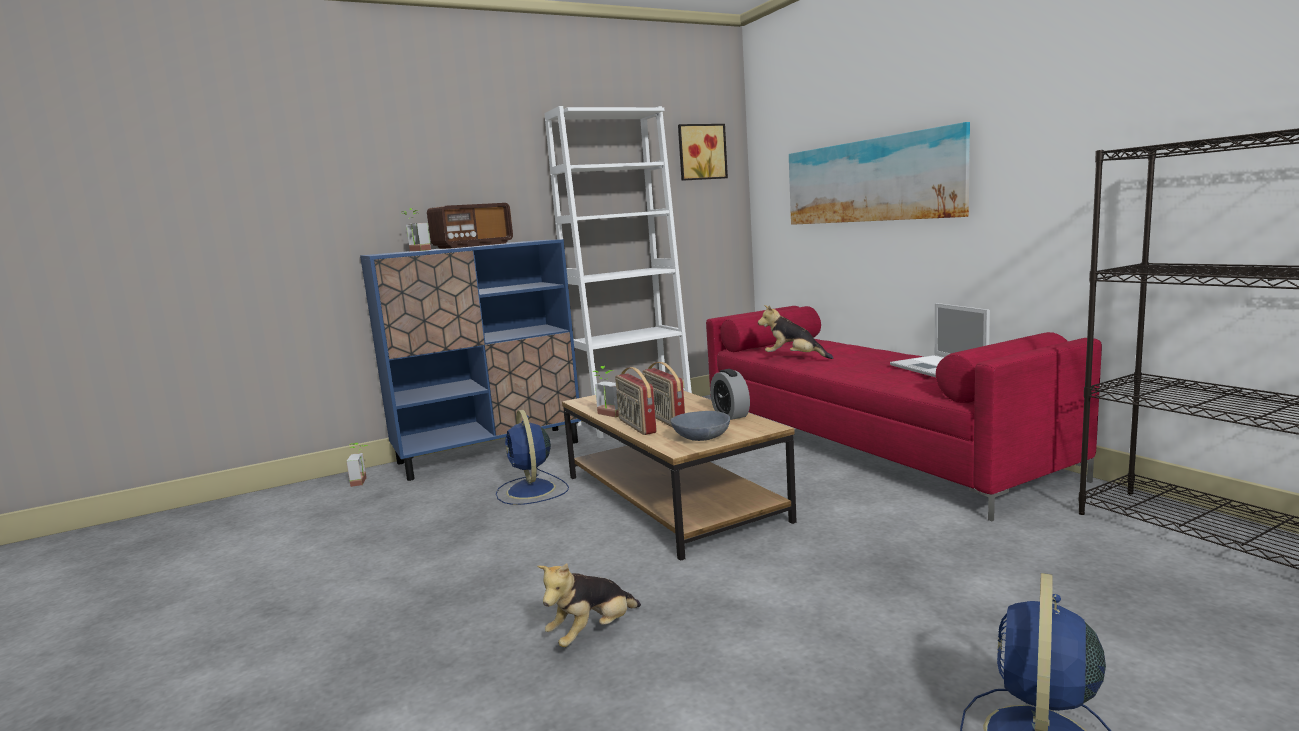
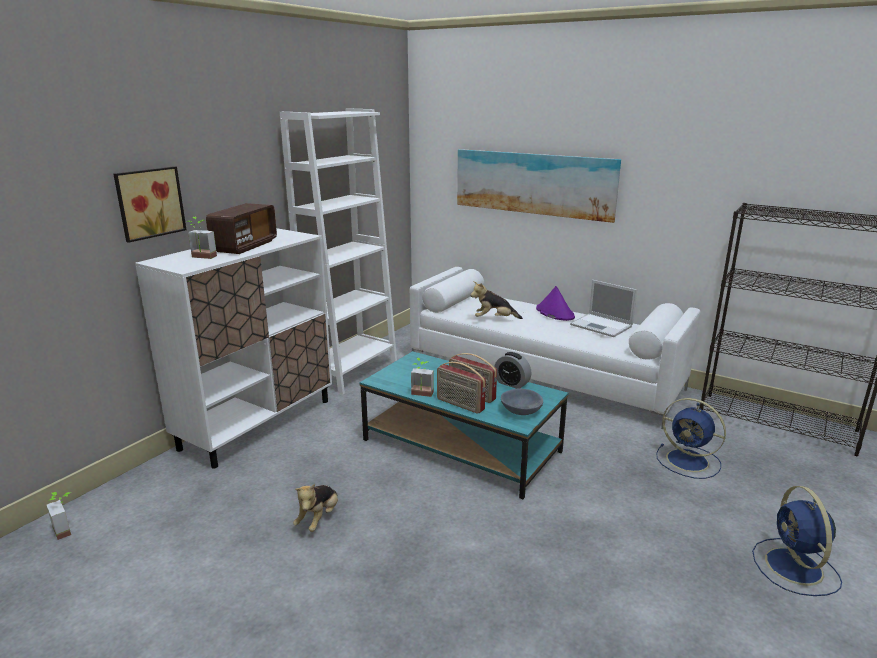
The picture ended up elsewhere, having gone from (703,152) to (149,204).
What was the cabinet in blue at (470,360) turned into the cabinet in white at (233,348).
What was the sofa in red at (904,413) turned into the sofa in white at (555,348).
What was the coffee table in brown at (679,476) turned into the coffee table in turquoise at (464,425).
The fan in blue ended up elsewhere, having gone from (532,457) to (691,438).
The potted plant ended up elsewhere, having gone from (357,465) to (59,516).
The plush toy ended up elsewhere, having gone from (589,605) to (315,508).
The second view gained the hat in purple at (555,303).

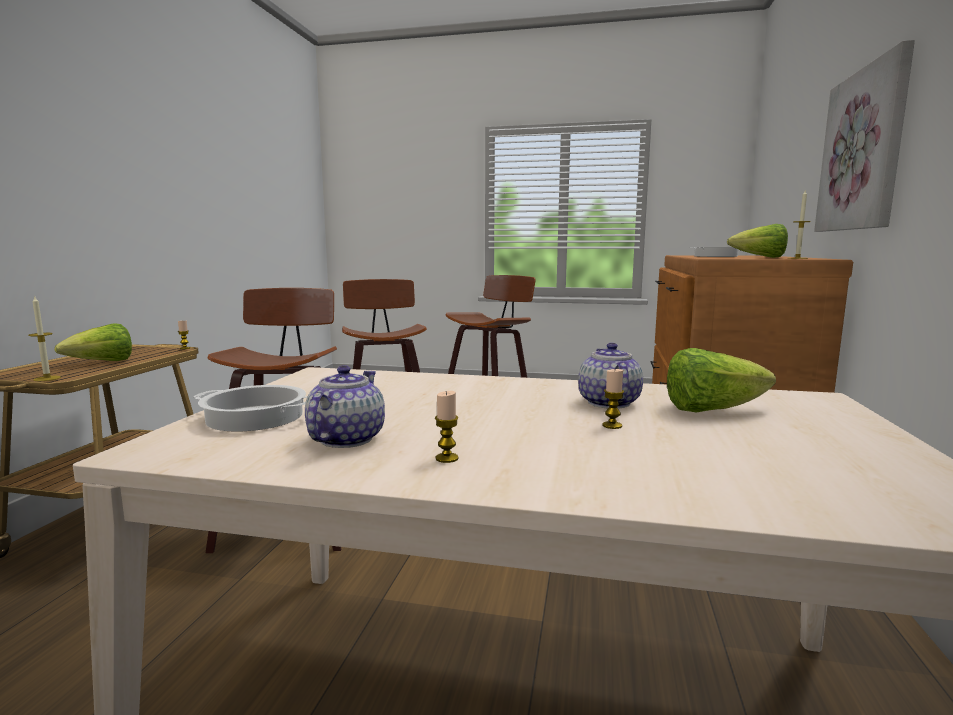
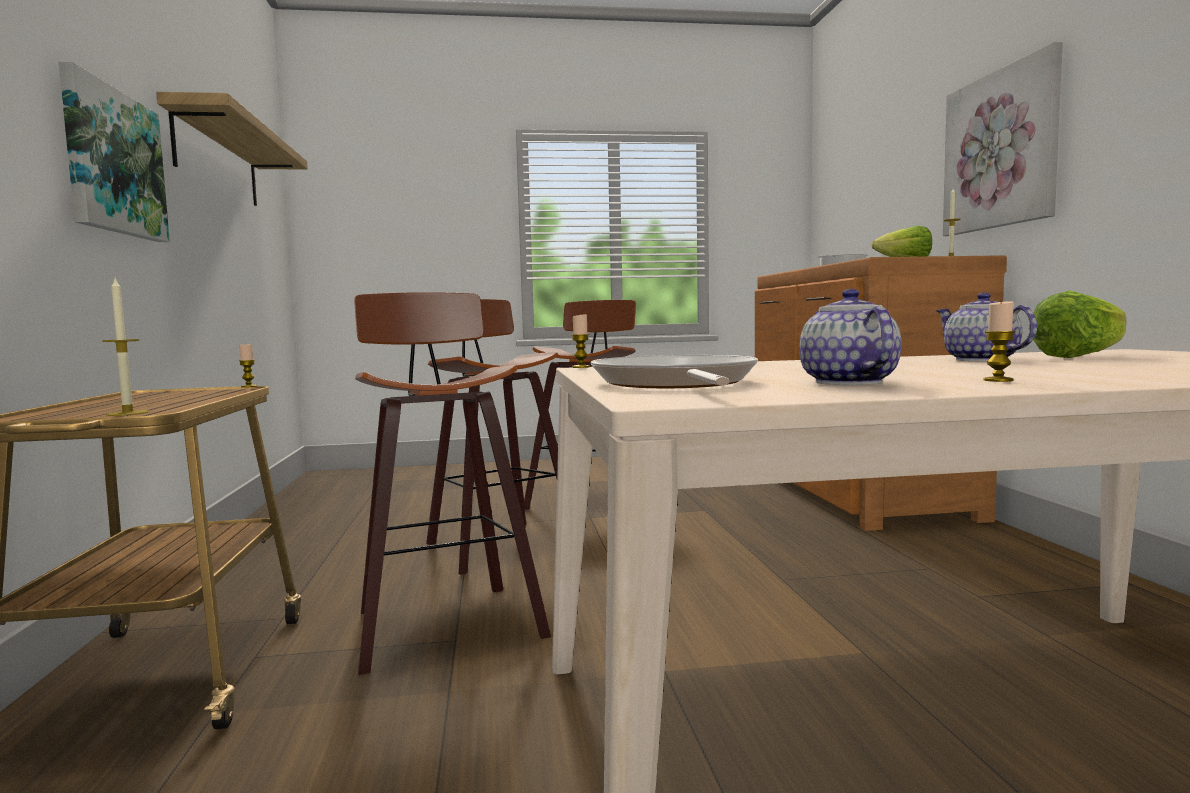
The second view lost the lettuce at (93,342).
The candle ended up elsewhere, having gone from (613,399) to (580,341).
Where the cooking pot stood at (250,408), the frying pan came to stand at (674,371).
The second view gained the picture at (114,152).
The second view gained the shelf at (232,149).

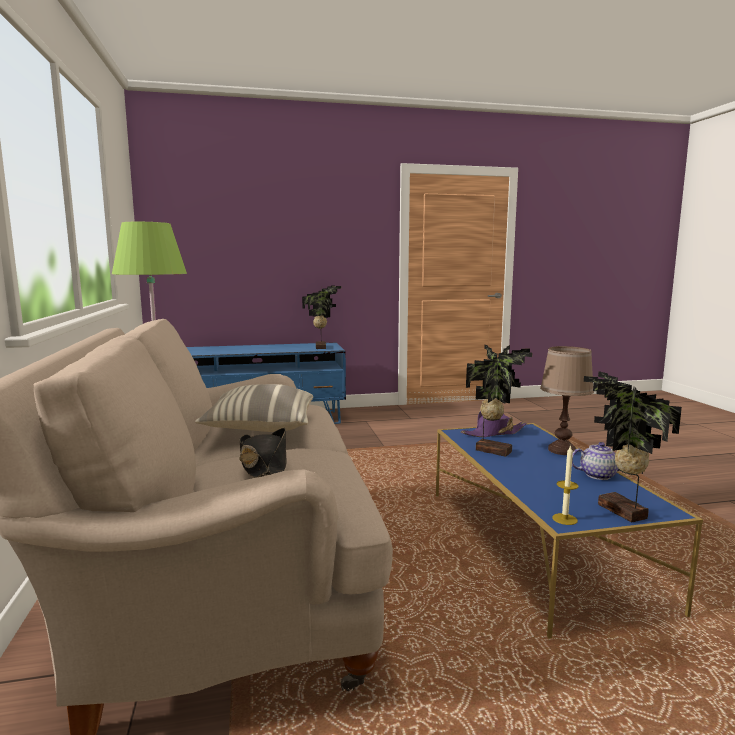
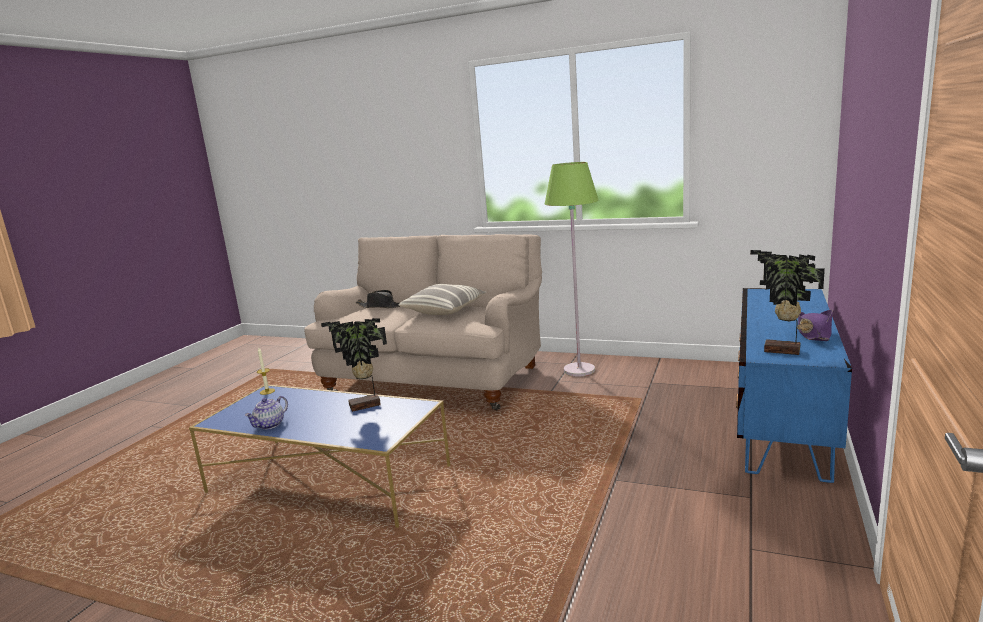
The second view lost the table lamp in brown at (567,400).
The second view lost the potted plant at (633,446).
The hat in purple ended up elsewhere, having gone from (494,424) to (815,325).

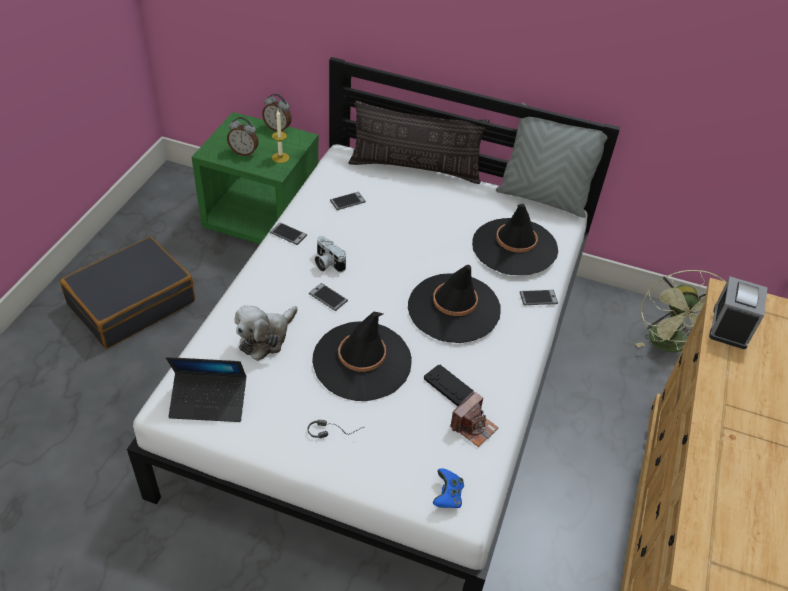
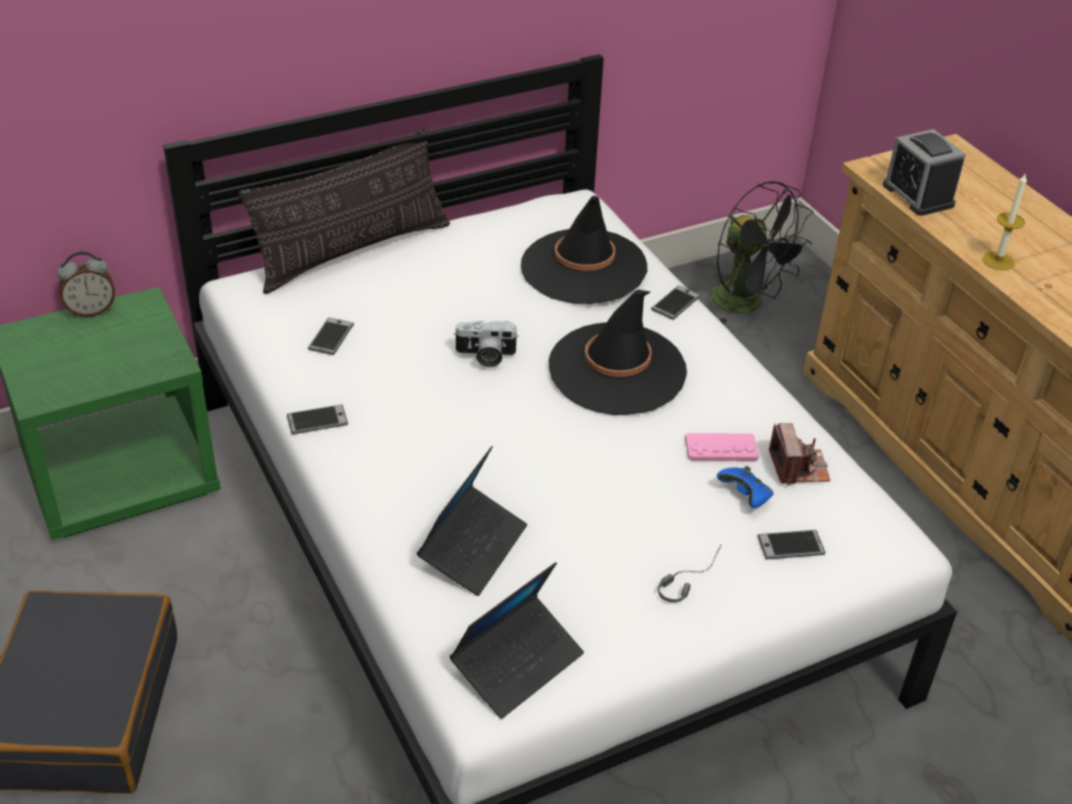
The second view lost the pillow in grey at (552,160).
The candle ended up elsewhere, having gone from (280,136) to (1005,221).
The second view lost the alarm clock at (243,136).
The photo camera ended up elsewhere, having gone from (330,254) to (486,343).
What was the fan in green at (680,311) turned into the fan in black at (761,253).
The phone ended up elsewhere, having gone from (328,297) to (791,544).
Where the plush toy stood at (265,333), the laptop came to stand at (472,521).
The second view lost the hat in black at (362,356).
What was the game controller in black at (449,385) turned into the game controller in pink at (722,447).
The game controller in blue ended up elsewhere, having gone from (448,488) to (745,487).

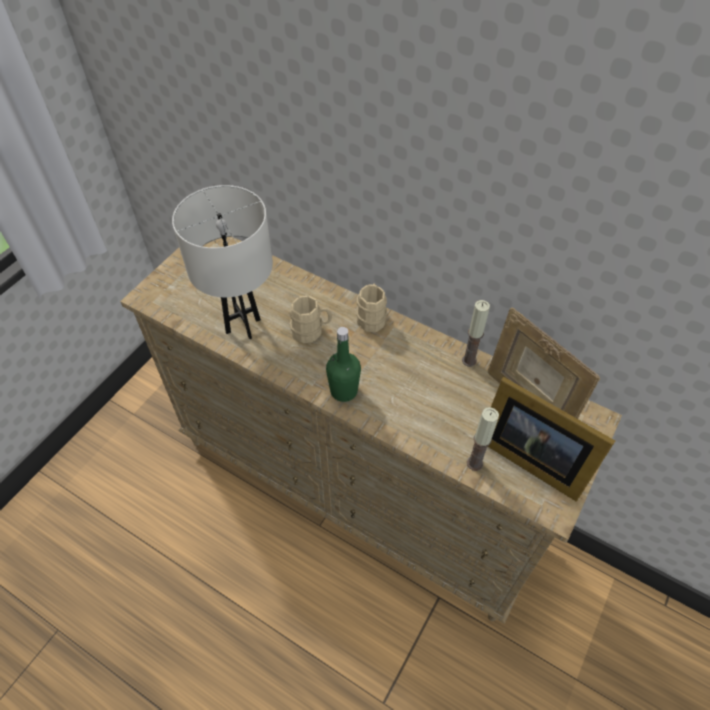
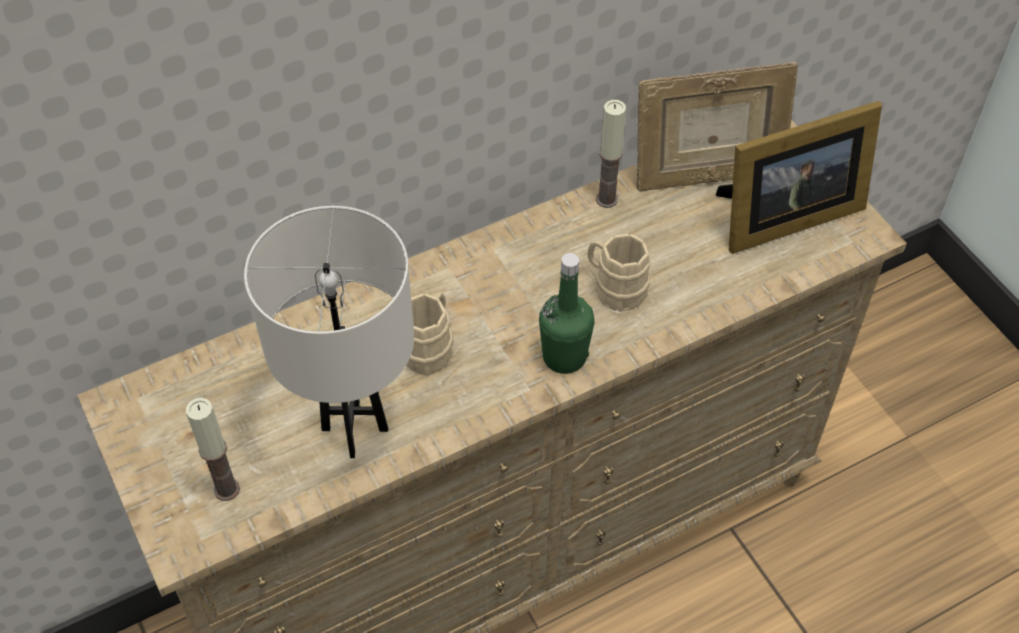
The mug in beige ended up elsewhere, having gone from (371,307) to (618,272).
The candle ended up elsewhere, having gone from (483,439) to (213,449).

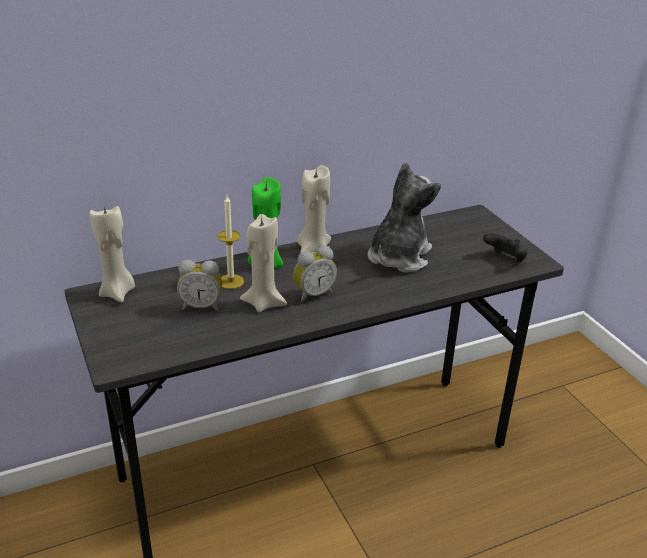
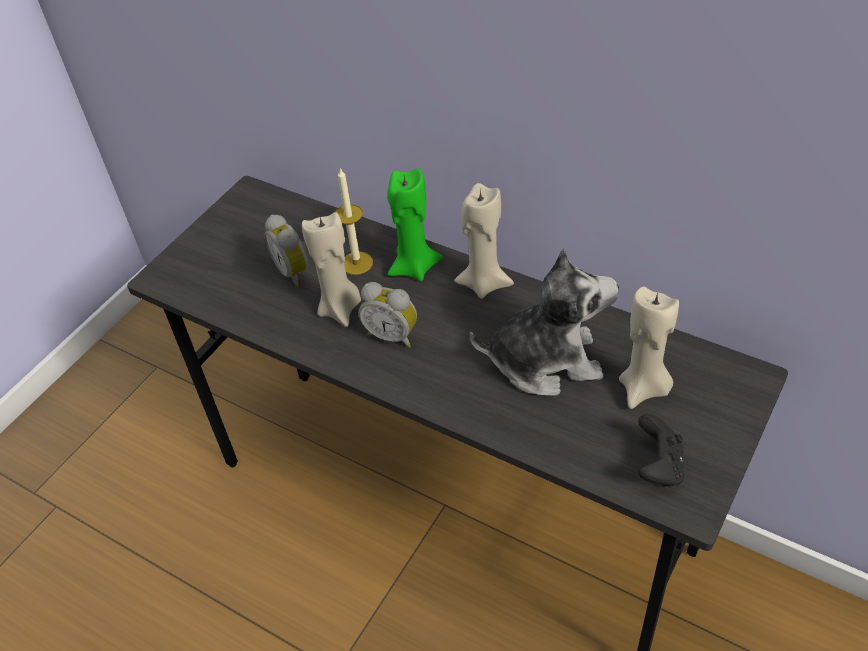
The candle in beige ended up elsewhere, having gone from (112,254) to (649,347).

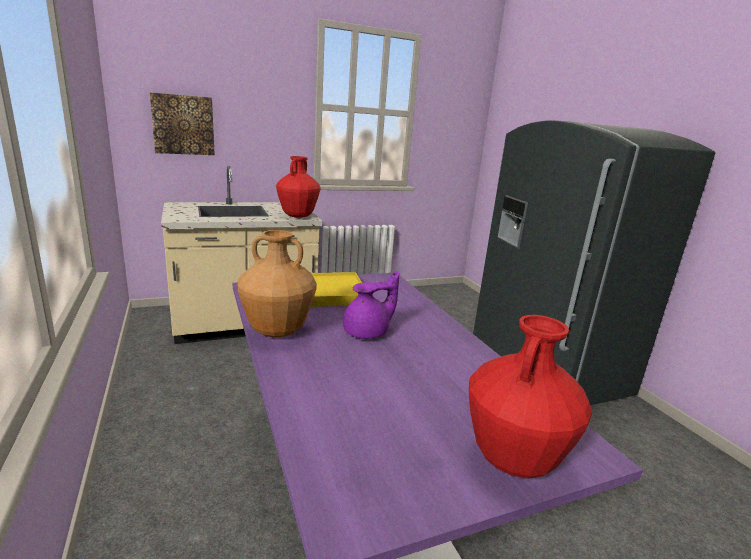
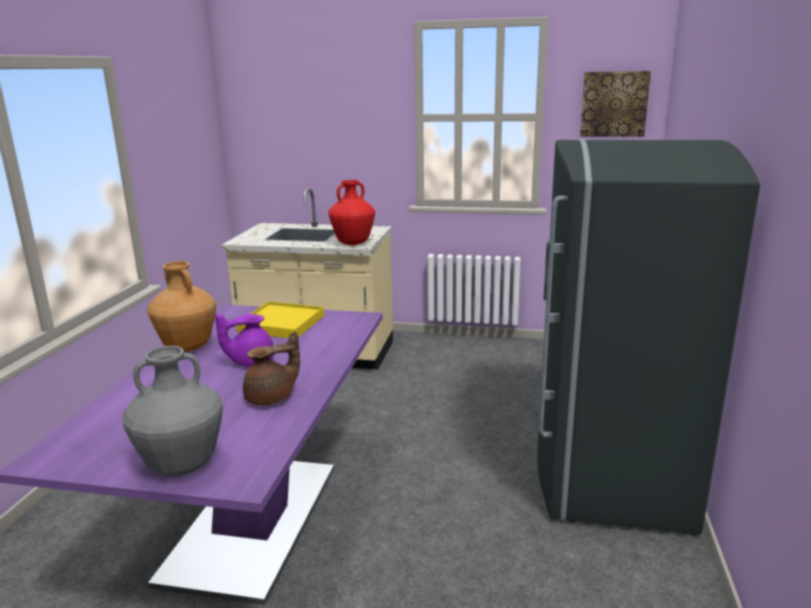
The picture ended up elsewhere, having gone from (182,124) to (615,104).
The teapot in purple at (371,305) ended up facing another way, 150 degrees clockwise from before.
What was the vase in red at (530,396) turned into the vase in grey at (173,411).
The second view gained the teapot in brown at (271,368).

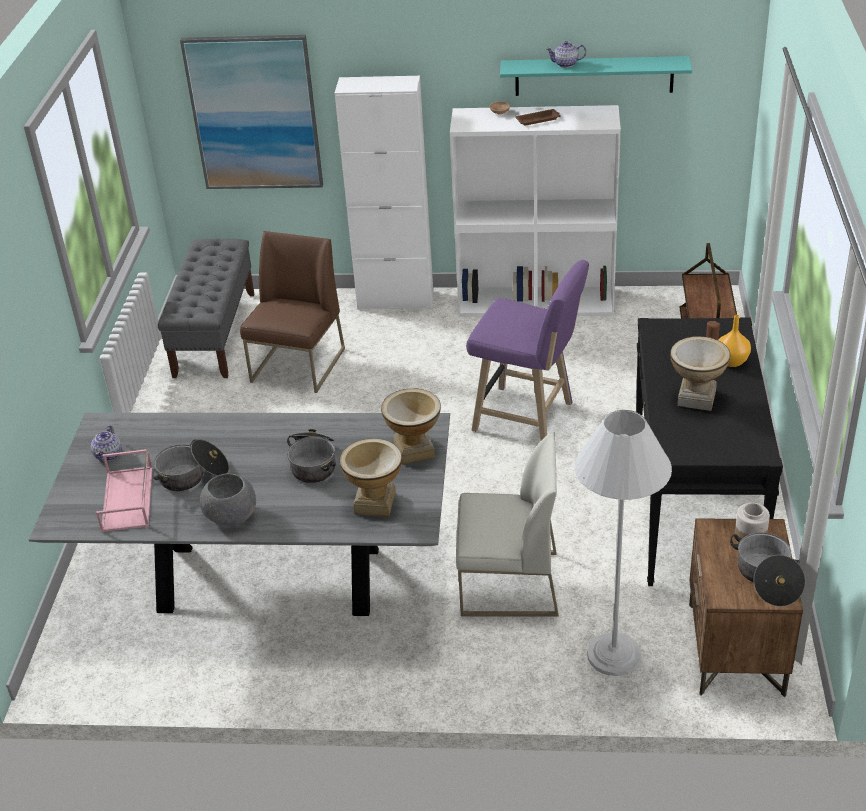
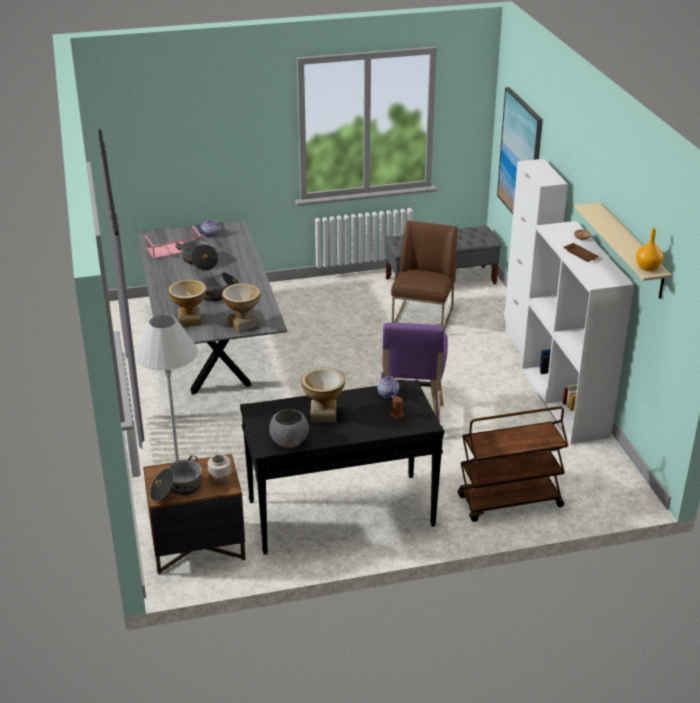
The teapot ended up elsewhere, having gone from (566,54) to (388,385).
What was the shelf in turquoise at (596,76) turned into the shelf in beige at (623,250).
The chair in brown at (292,312) ended up facing another way, 75 degrees counterclockwise from before.
The vase in orange ended up elsewhere, having gone from (734,340) to (650,249).
The second view lost the chair in white at (507,524).
The bowl in grey ended up elsewhere, having gone from (227,499) to (289,428).

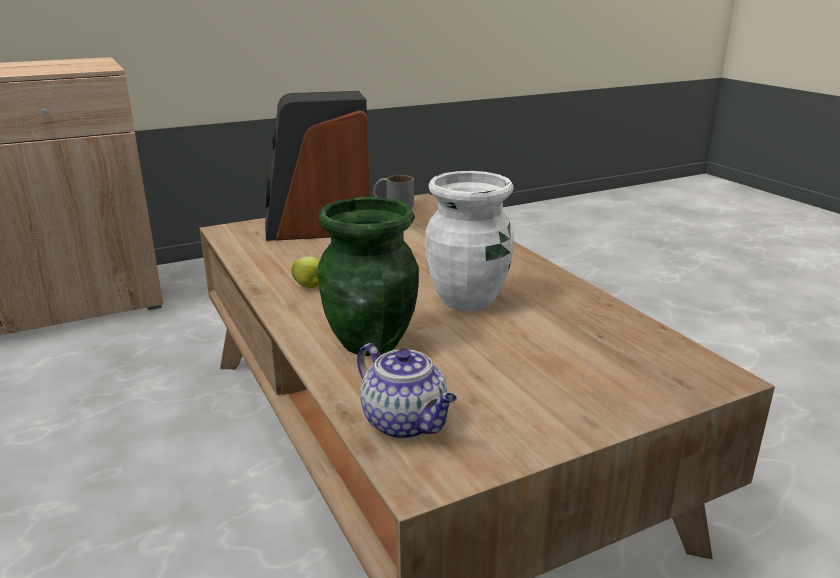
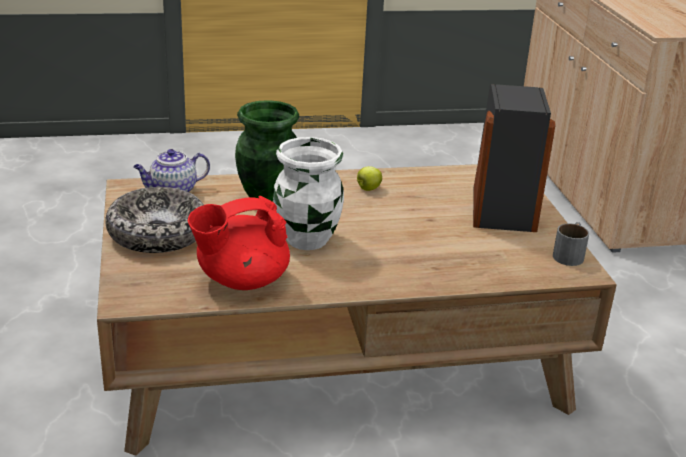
The second view gained the bowl at (154,220).
The second view gained the teapot in red at (239,243).

